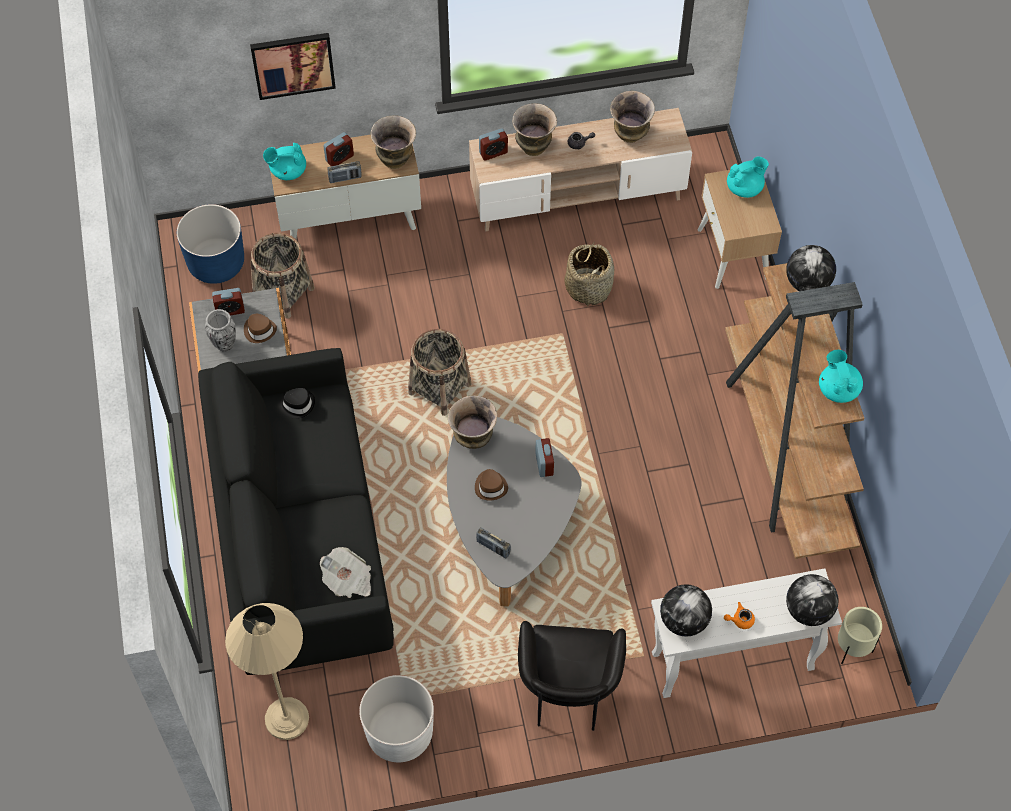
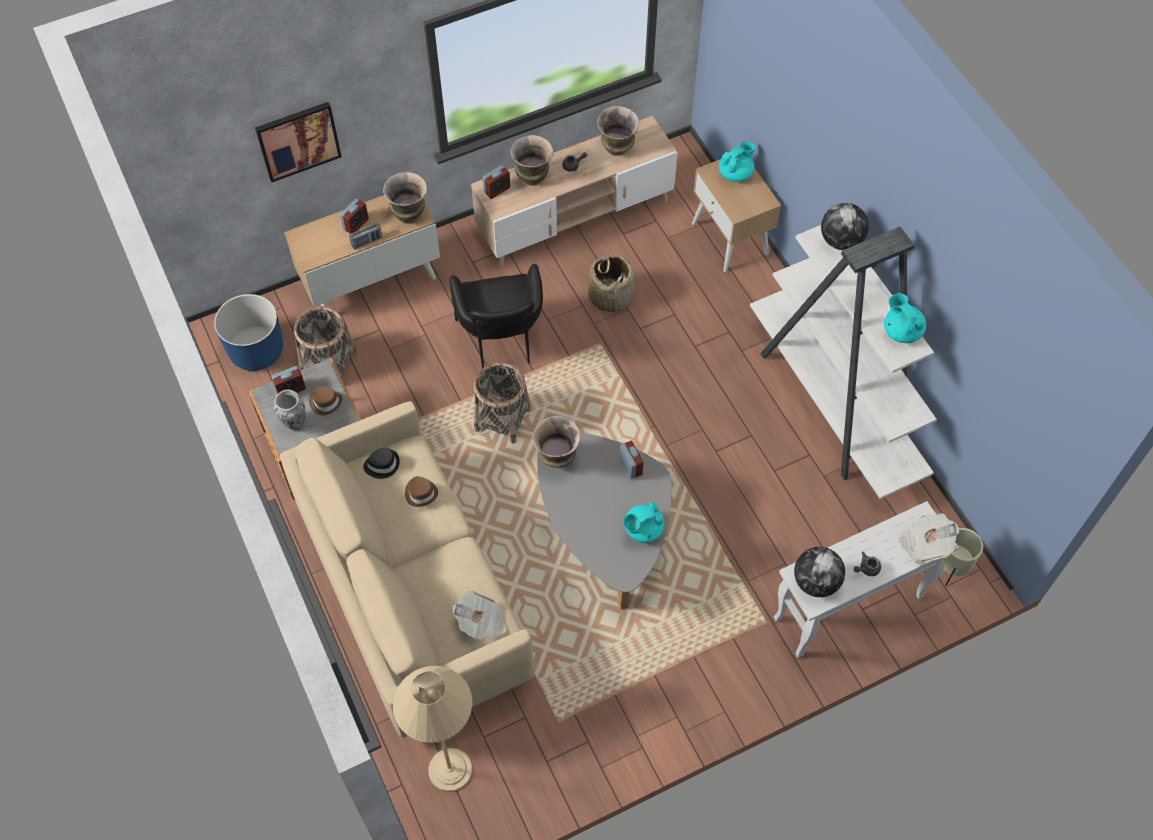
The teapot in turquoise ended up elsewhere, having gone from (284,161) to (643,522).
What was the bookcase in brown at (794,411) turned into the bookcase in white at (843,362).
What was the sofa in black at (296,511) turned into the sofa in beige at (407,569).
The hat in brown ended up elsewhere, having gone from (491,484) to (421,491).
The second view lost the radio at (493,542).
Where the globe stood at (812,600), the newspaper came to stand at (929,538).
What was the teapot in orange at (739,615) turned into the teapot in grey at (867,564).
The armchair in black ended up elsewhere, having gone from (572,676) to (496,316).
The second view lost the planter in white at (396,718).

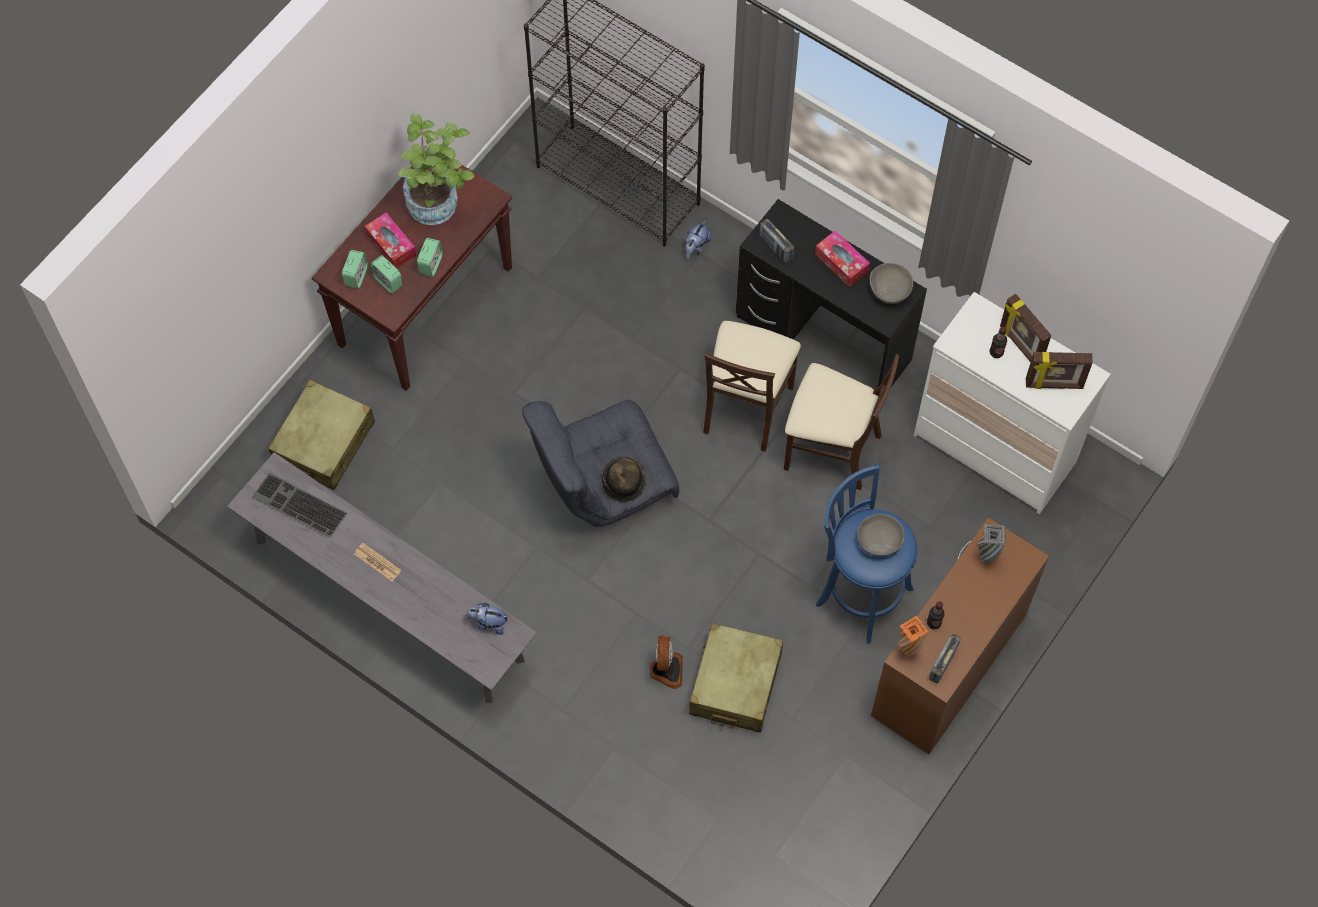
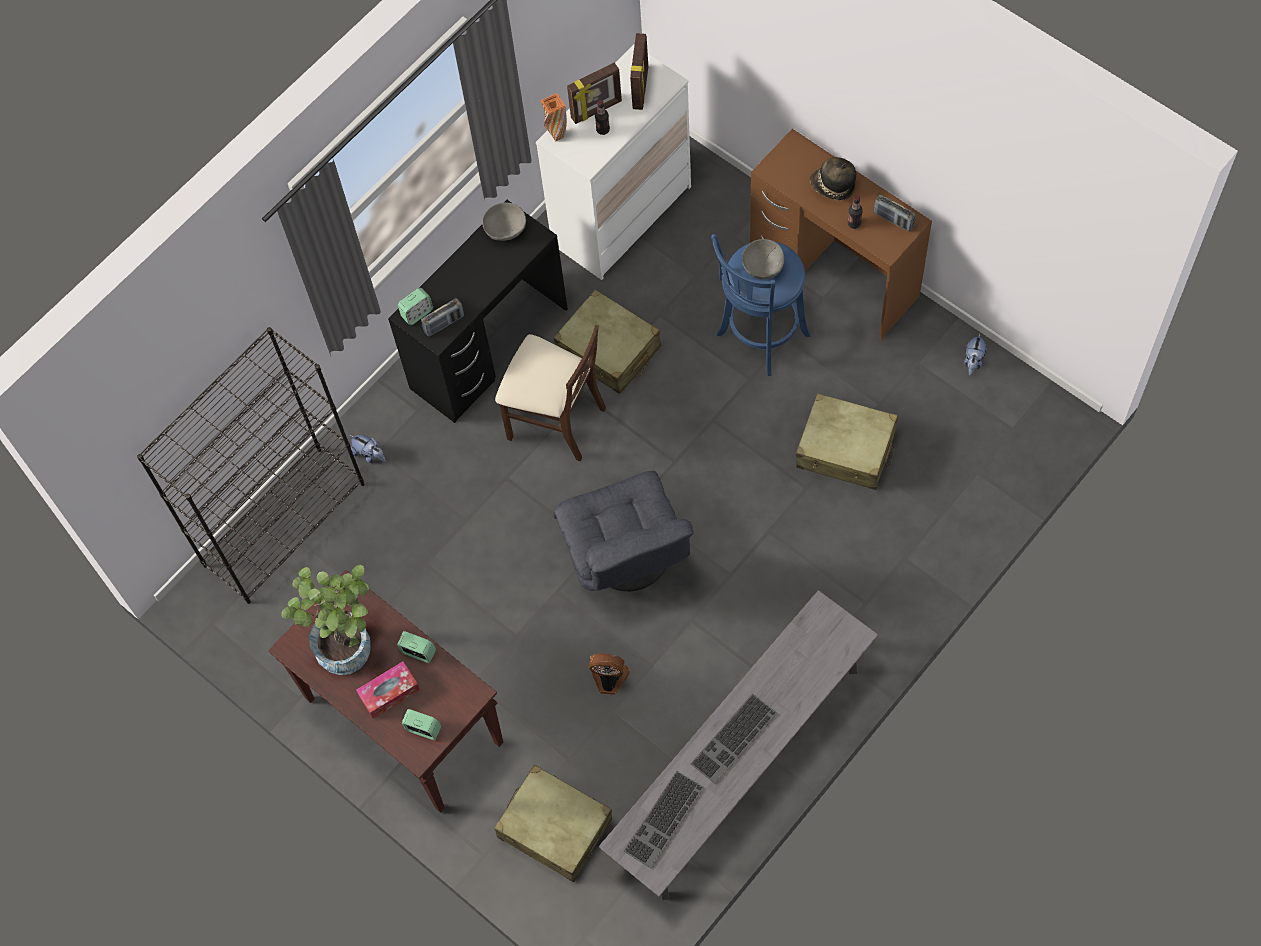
The second view lost the tissue box at (842,258).
The alarm clock ended up elsewhere, having gone from (386,274) to (415,306).
Where the chair in beige stood at (841,422), the suitcase in beige came to stand at (607,342).
The hat ended up elsewhere, having gone from (624,479) to (833,178).
The second view lost the vase in grey at (991,543).
Where the newspaper stood at (377,562), the keyboard came to stand at (734,739).
The plush toy ended up elsewhere, having gone from (488,619) to (975,354).
The vase in orange ended up elsewhere, having gone from (914,636) to (553,117).
The fan ended up elsewhere, having gone from (666,662) to (609,674).

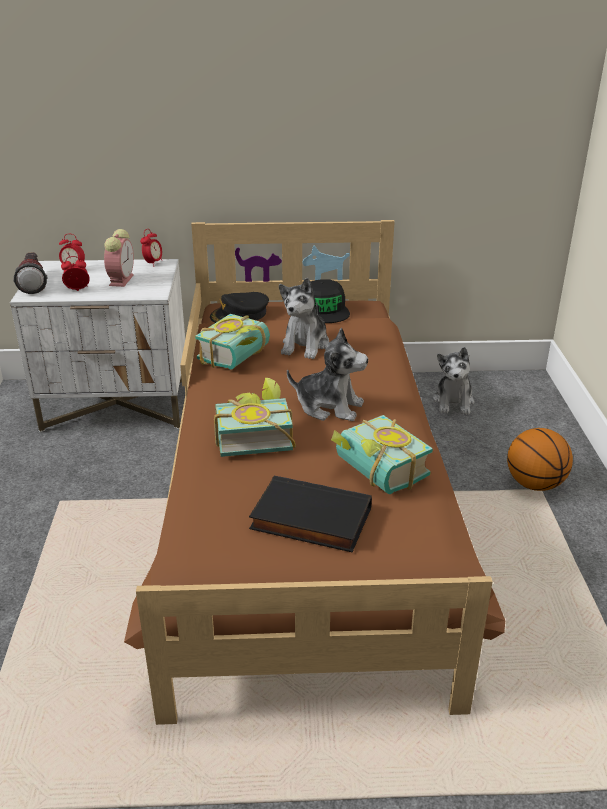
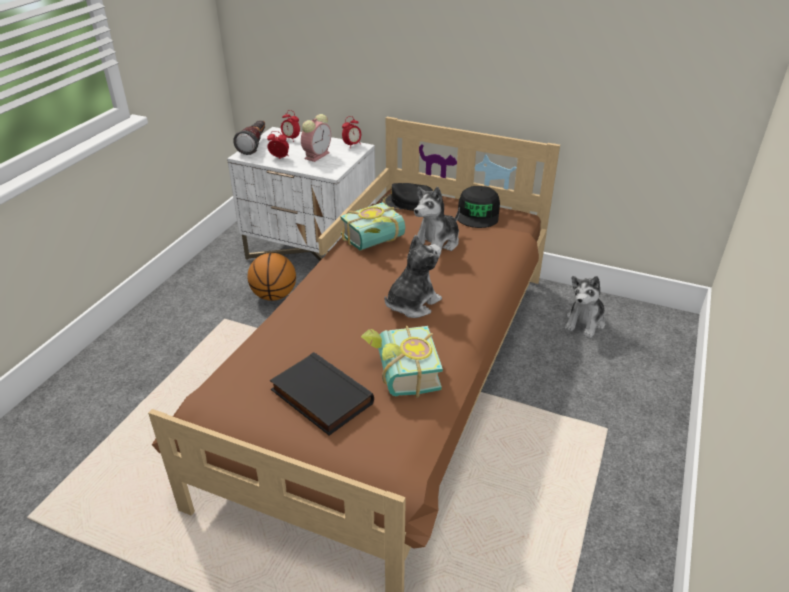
The plush toy at (327,374) ended up facing another way, 90 degrees counterclockwise from before.
The second view lost the book at (255,417).
The basketball ended up elsewhere, having gone from (540,459) to (272,277).

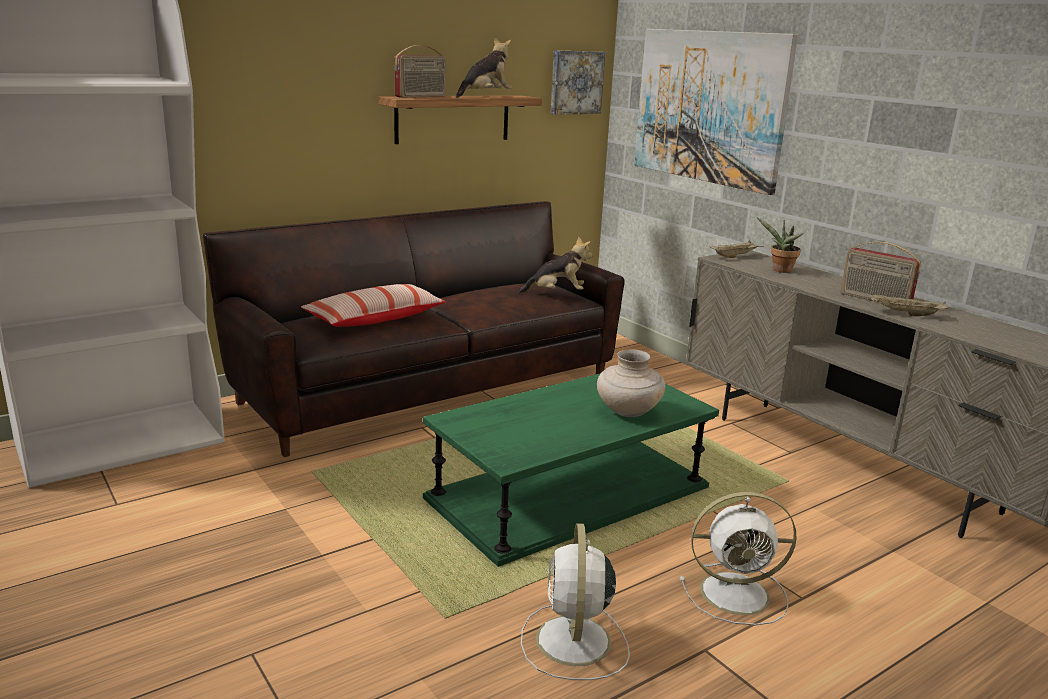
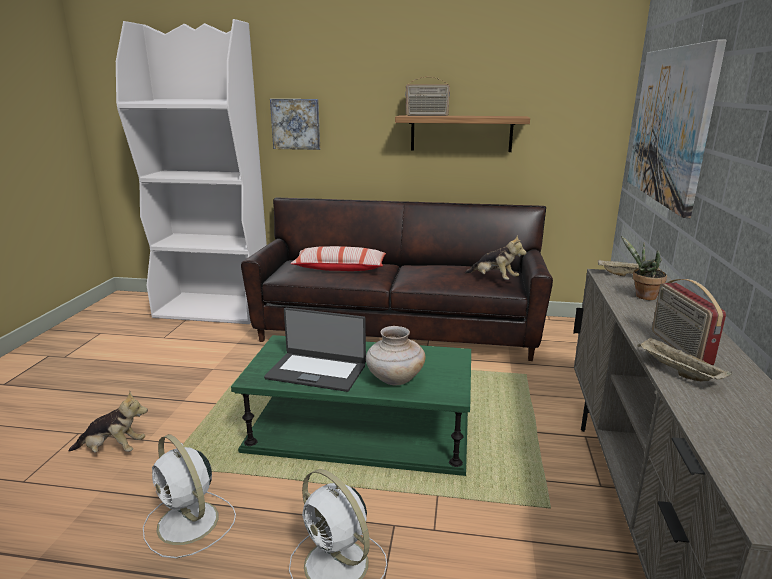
The plush toy ended up elsewhere, having gone from (484,67) to (108,422).
The picture ended up elsewhere, having gone from (578,82) to (295,124).
The fan in white at (575,601) ended up facing another way, 90 degrees counterclockwise from before.
The second view gained the laptop at (315,350).

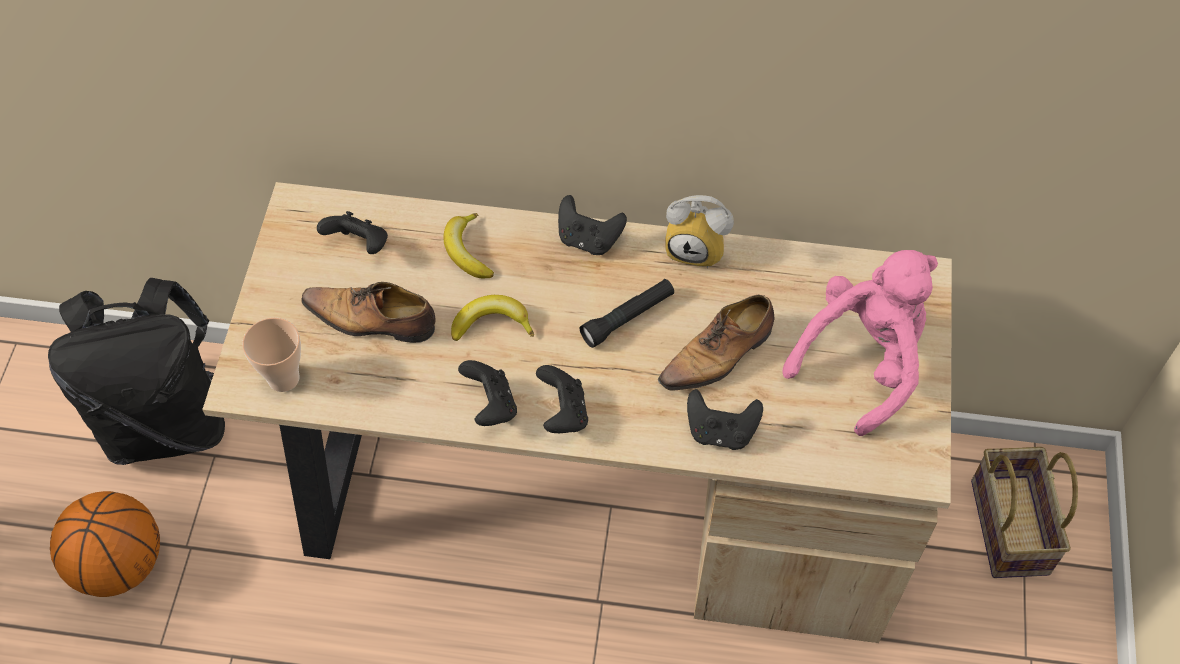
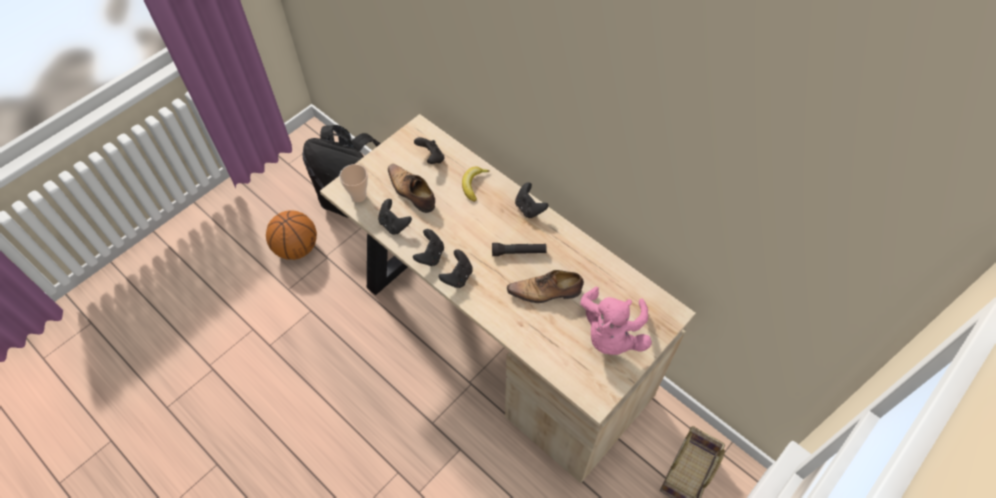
The second view lost the alarm clock at (700,231).
The plush toy in pink at (860,343) ended up facing another way, 120 degrees clockwise from before.
The second view lost the banana at (492,318).
The game controller in black ended up elsewhere, having gone from (725,419) to (395,217).

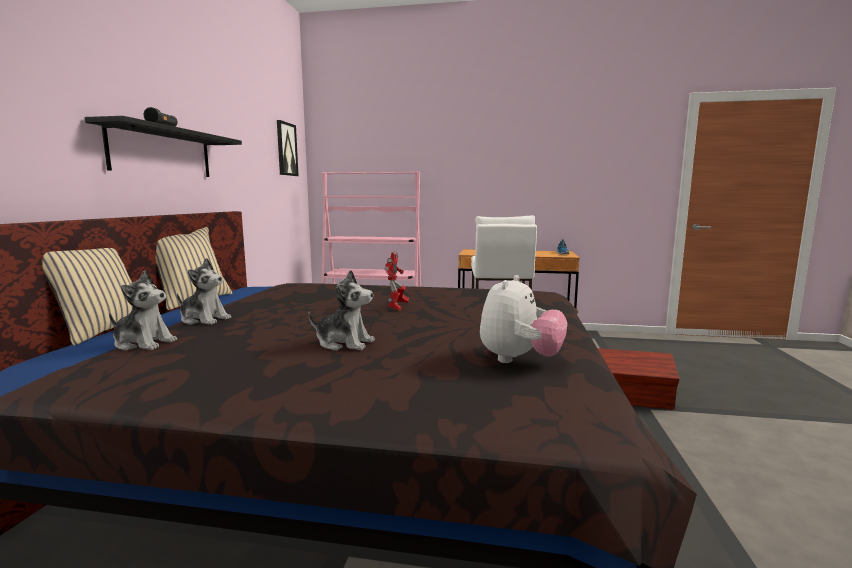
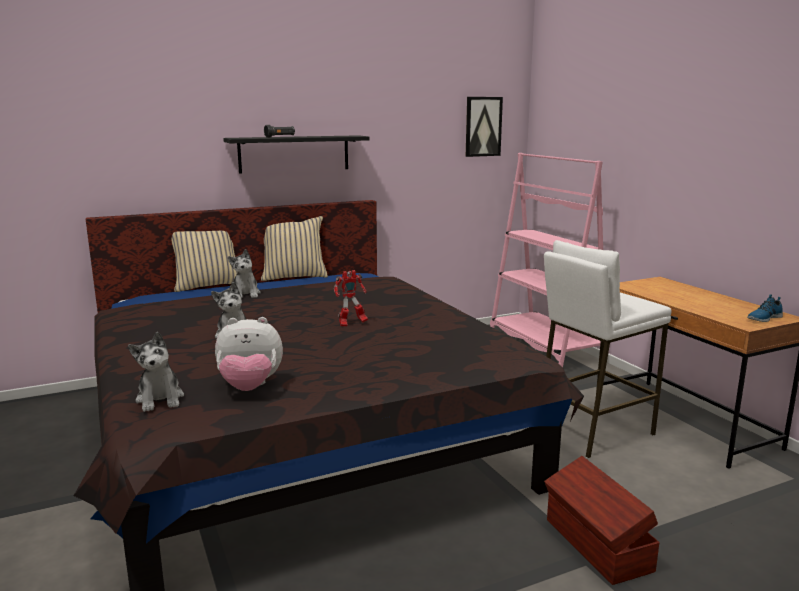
The plush toy ended up elsewhere, having gone from (143,310) to (156,372).

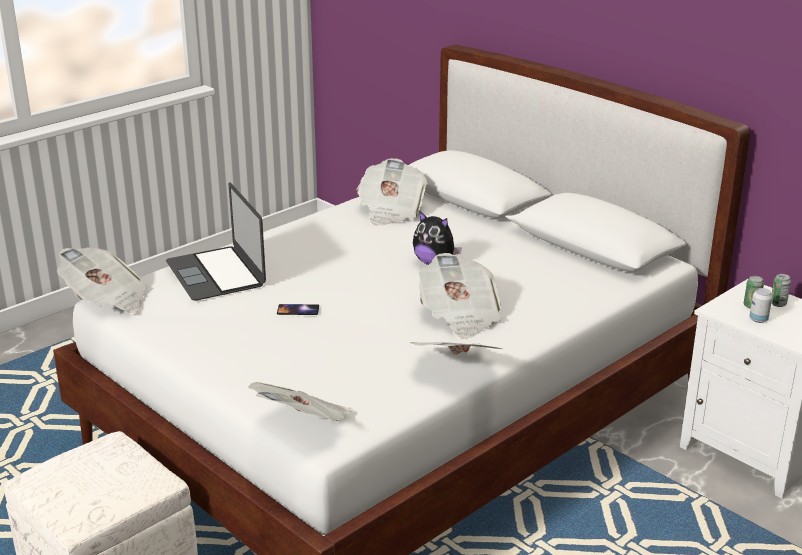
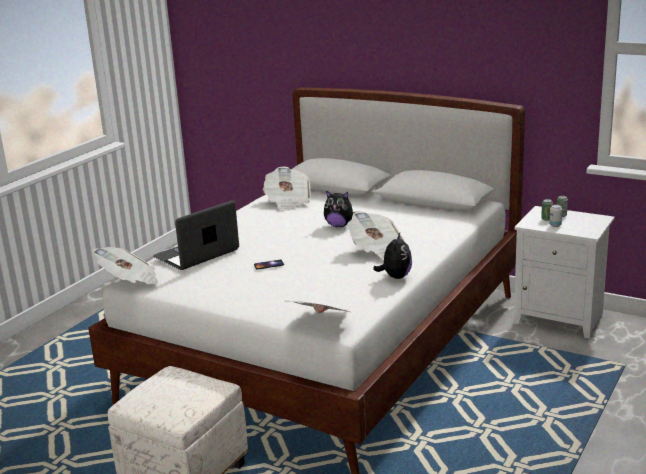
The laptop at (216,241) ended up facing another way, 90 degrees clockwise from before.
Where the newspaper stood at (456,348), the plush toy came to stand at (392,256).

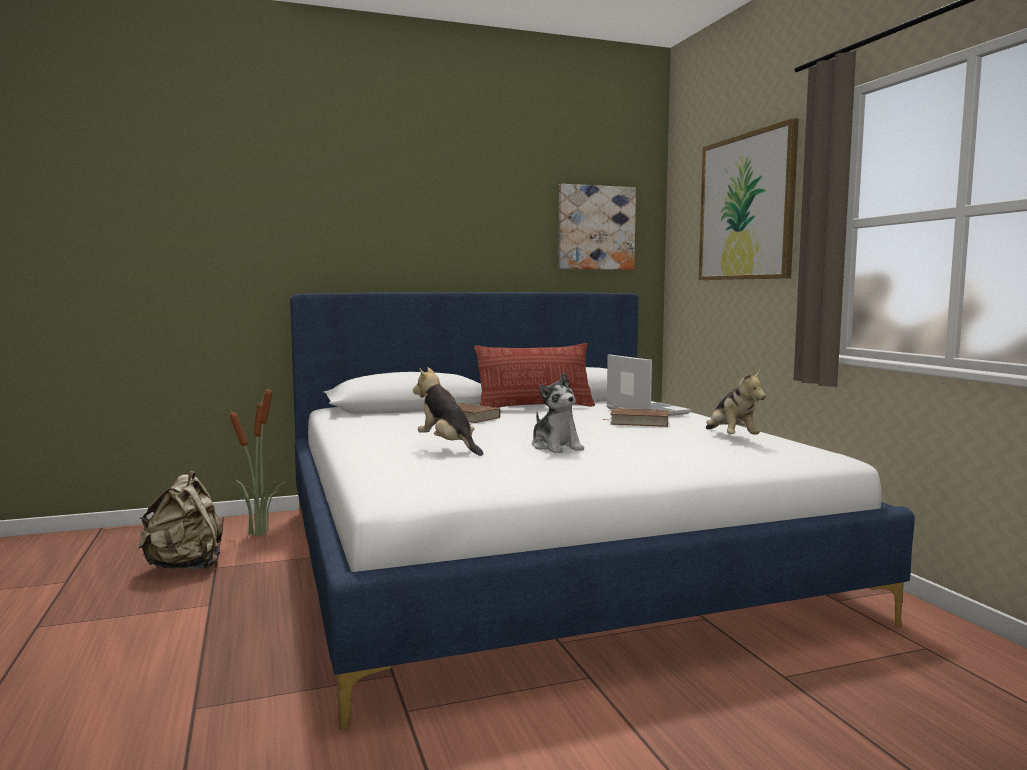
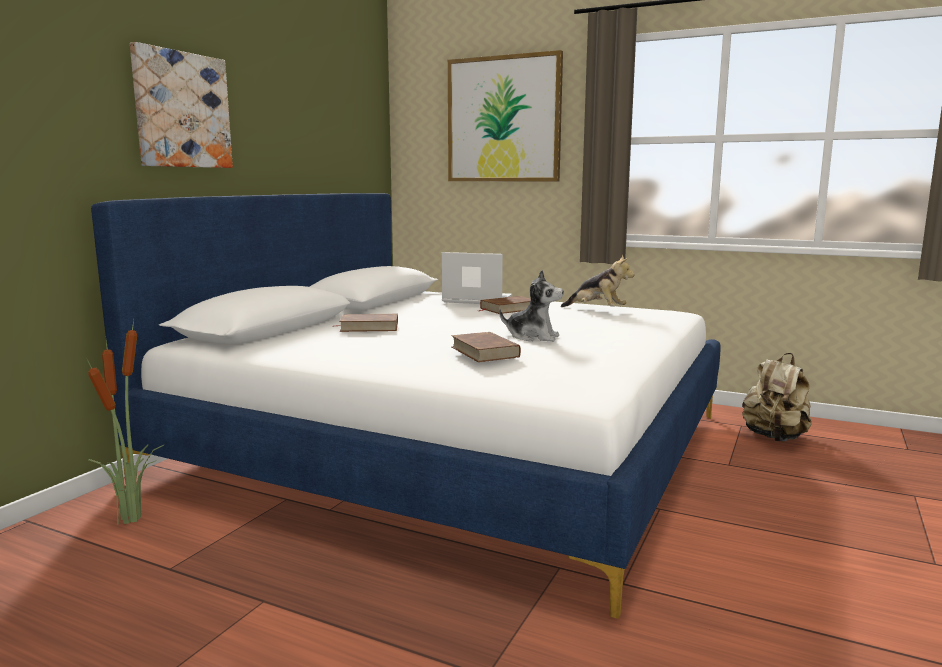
The picture ended up elsewhere, having gone from (597,227) to (181,105).
The second view lost the pillow at (534,375).
Where the plush toy stood at (448,411), the book in brown came to stand at (486,347).
The backpack in beige ended up elsewhere, having gone from (181,520) to (777,397).

